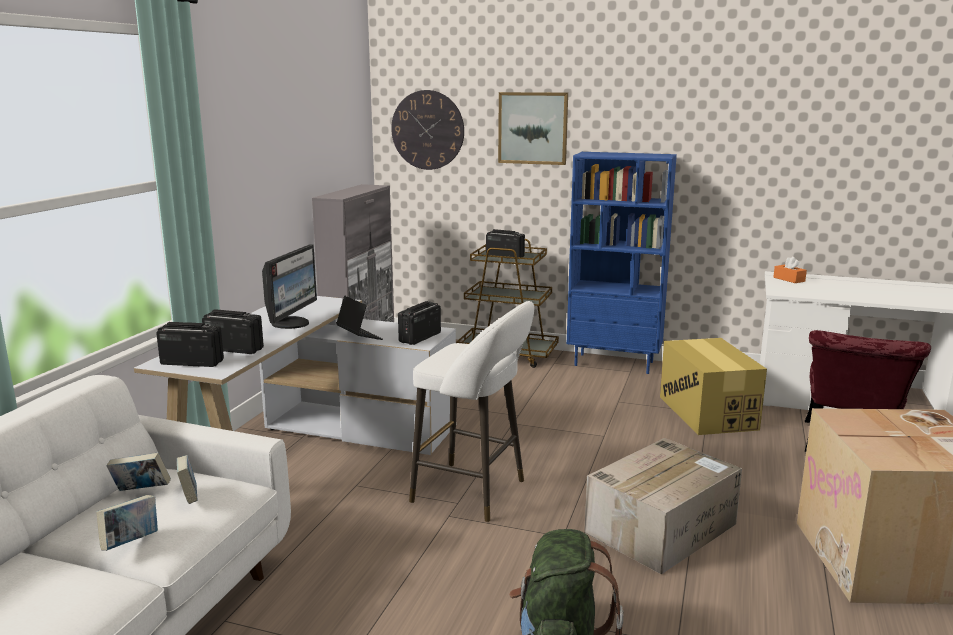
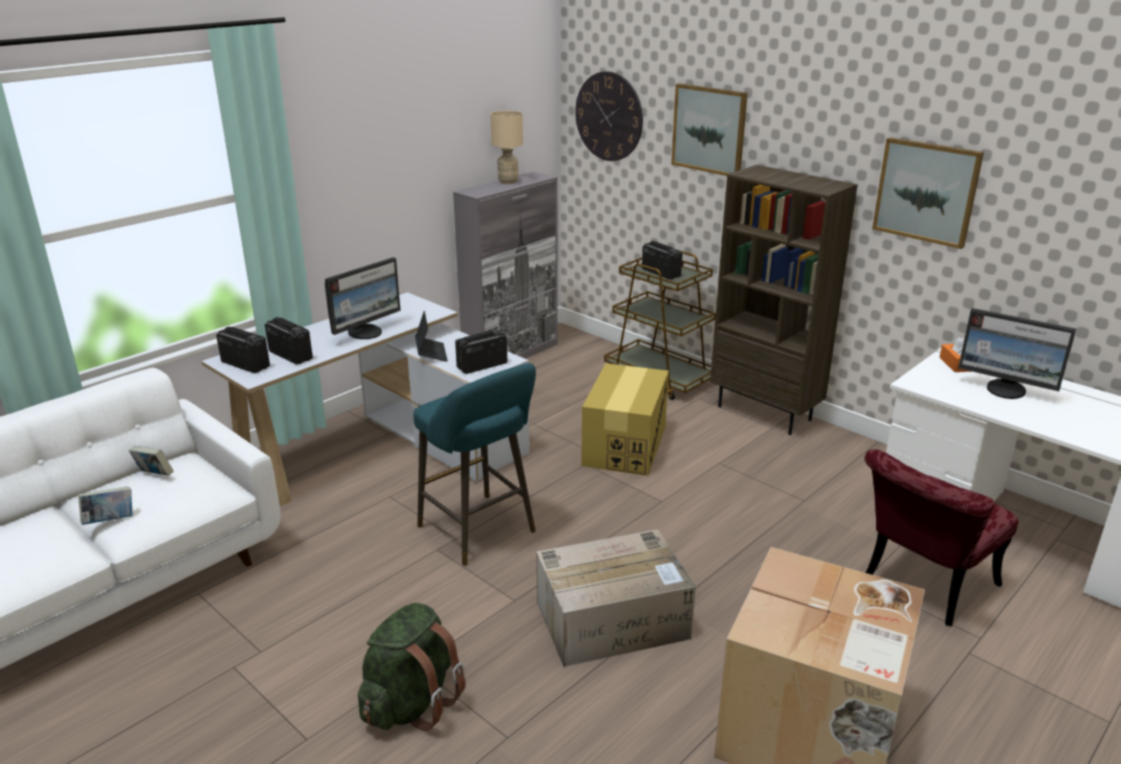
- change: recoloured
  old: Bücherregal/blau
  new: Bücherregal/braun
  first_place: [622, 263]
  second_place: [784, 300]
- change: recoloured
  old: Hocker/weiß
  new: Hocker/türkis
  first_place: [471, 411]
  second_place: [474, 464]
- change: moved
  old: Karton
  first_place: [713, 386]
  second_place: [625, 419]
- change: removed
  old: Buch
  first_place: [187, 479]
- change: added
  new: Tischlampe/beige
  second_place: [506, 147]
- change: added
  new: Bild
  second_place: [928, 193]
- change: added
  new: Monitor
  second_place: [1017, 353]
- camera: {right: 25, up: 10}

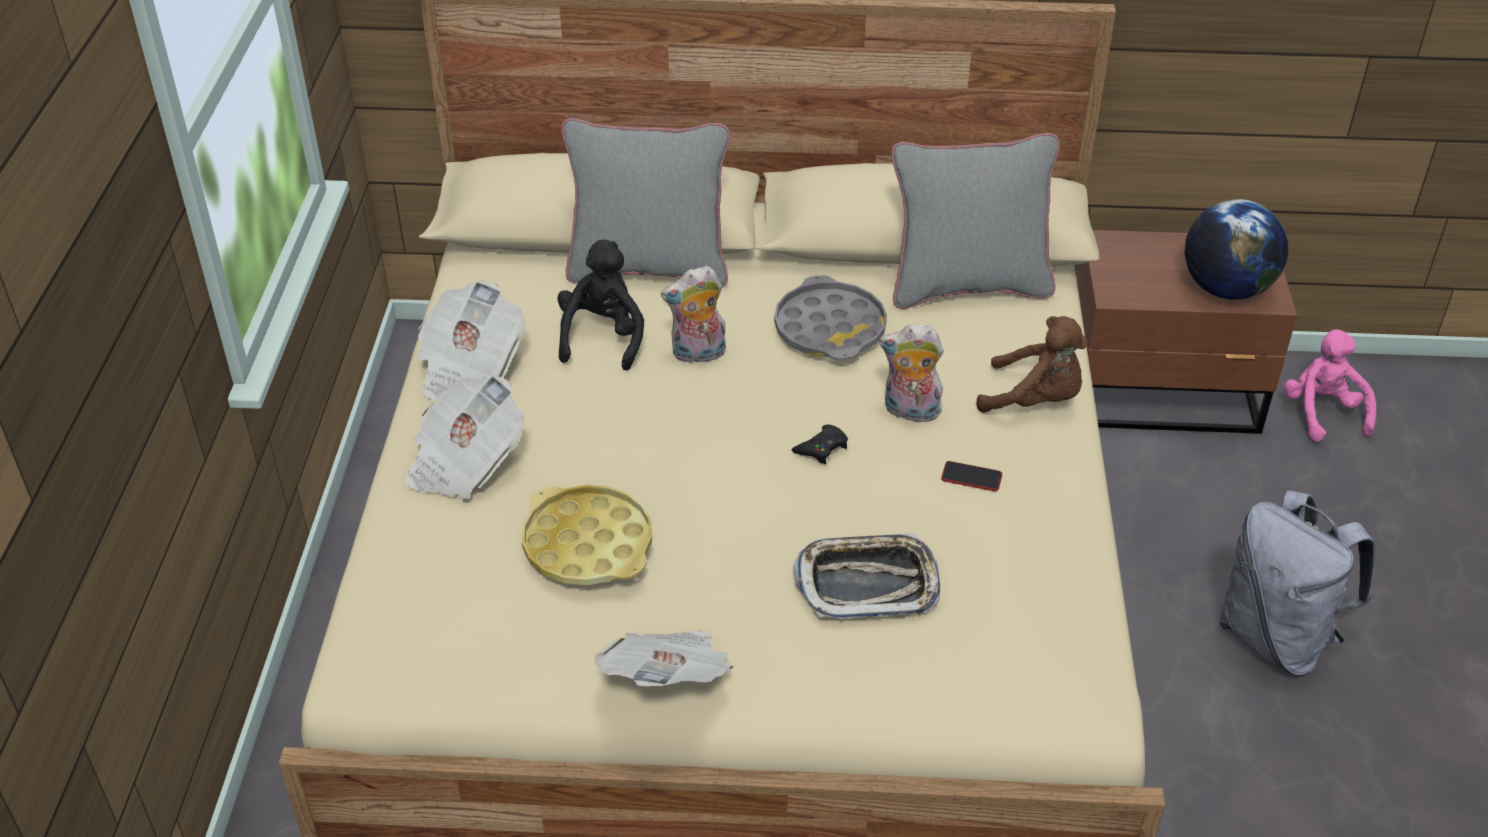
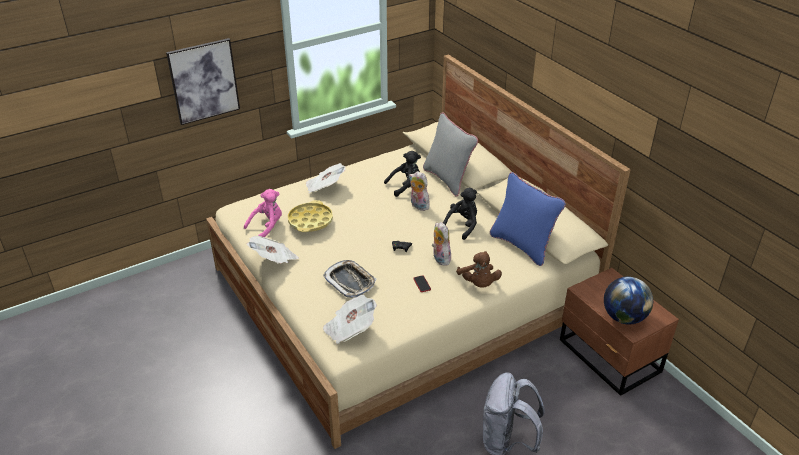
- change: recoloured
  old: Kissen/grau
  new: Kissen/blau
  first_place: [975, 221]
  second_place: [528, 219]
- change: replaced
  old: Tablett/grau
  new: Plüschtier/schwarz
  first_place: [830, 317]
  second_place: [460, 213]
- change: moved
  old: Zeitung
  first_place: [471, 340]
  second_place: [350, 319]
- change: moved
  old: Plüschtier/rosa
  first_place: [1330, 385]
  second_place: [263, 213]
- change: added
  new: Bild
  second_place: [203, 81]
- camera: {right: 55, up: -5}

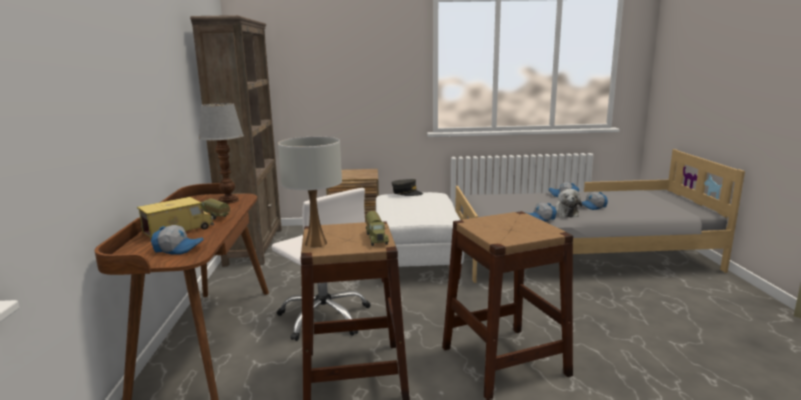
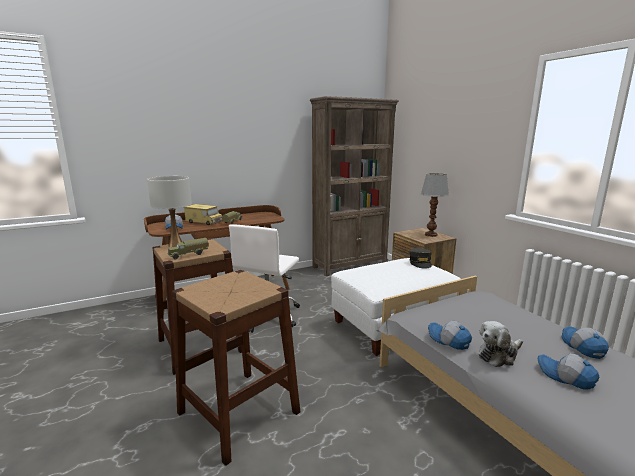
- change: moved
  old: Tischlampe
  first_place: [221, 153]
  second_place: [435, 205]
- camera: {right: 65, up: 0}

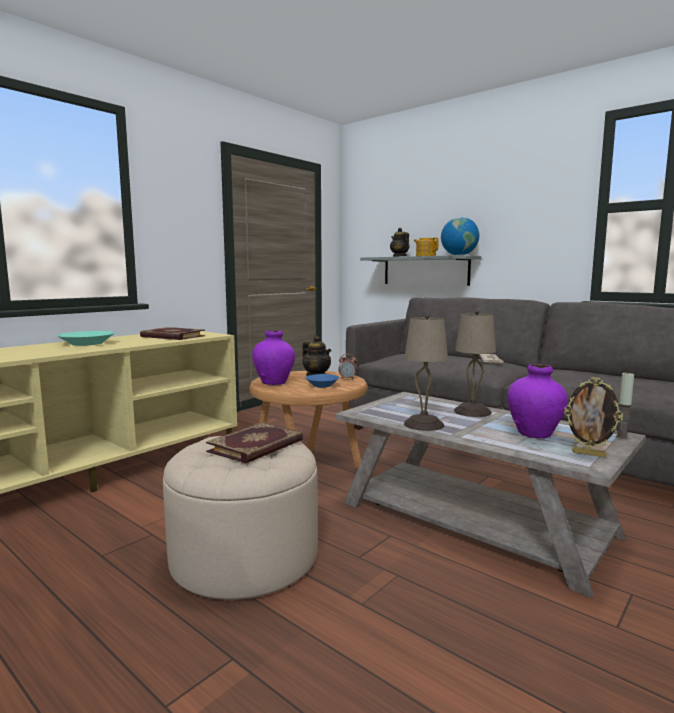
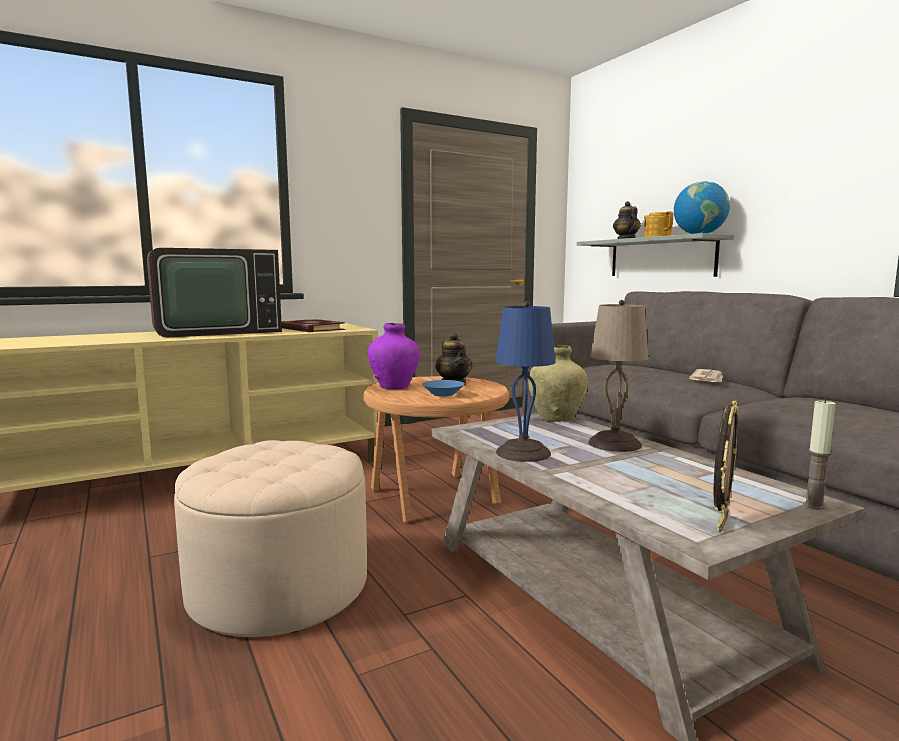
- change: recoloured
  old: Tischlampe/beige
  new: Tischlampe/blau
  first_place: [426, 372]
  second_place: [525, 381]
- change: replaced
  old: Schüssel/türkis
  new: Fernseher
  first_place: [85, 338]
  second_place: [214, 292]
- change: removed
  old: Wecker
  first_place: [347, 367]
- change: removed
  old: Vase/lila
  first_place: [537, 401]
- change: turned
  old: Bilderrahmen
  first_place: [593, 417]
  second_place: [725, 467]
  degrees: -105
- change: removed
  old: Buch
  first_place: [254, 443]
- change: added
  new: Vase/beige
  second_place: [558, 383]
- camera: {right: 20, up: 0}

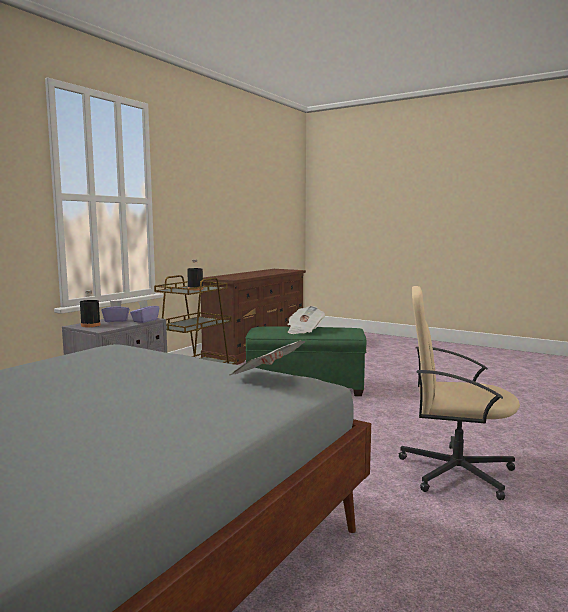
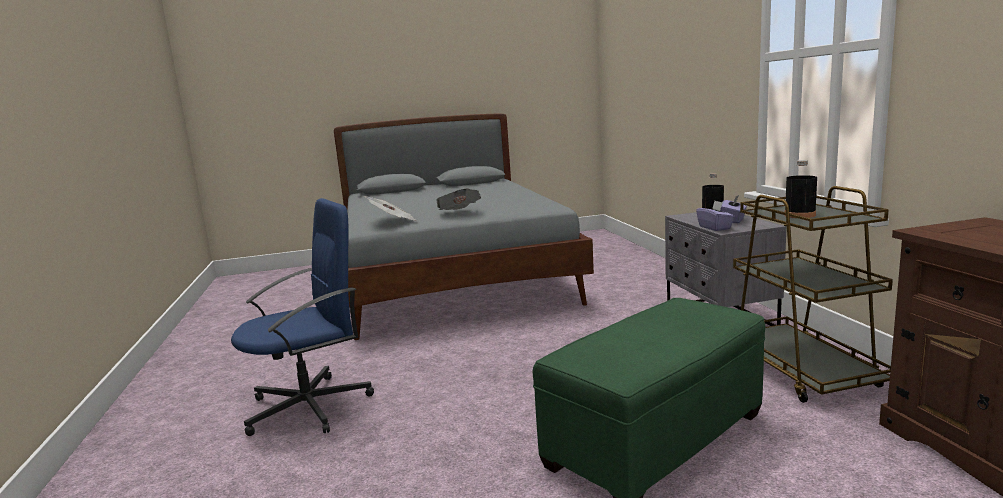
- change: recoloured
  old: Bürostuhl/beige
  new: Bürostuhl/blau
  first_place: [459, 393]
  second_place: [302, 317]
- change: moved
  old: Zeitung
  first_place: [306, 320]
  second_place: [458, 199]
- camera: {right: 135, up: 5}

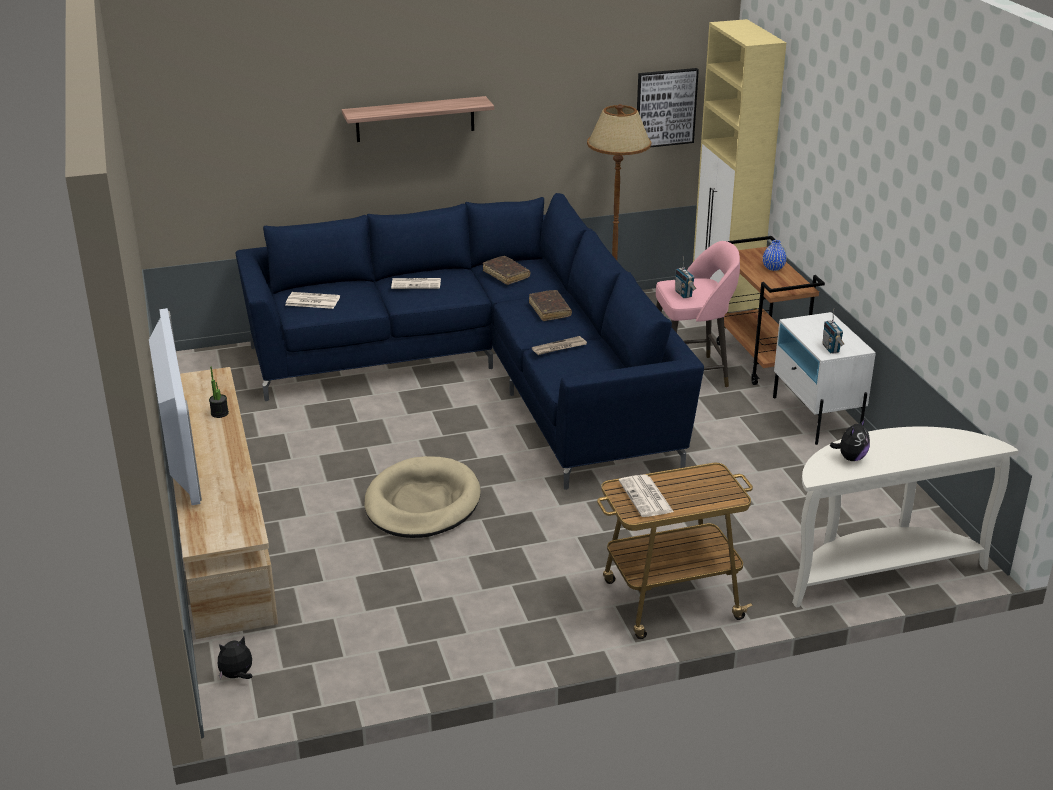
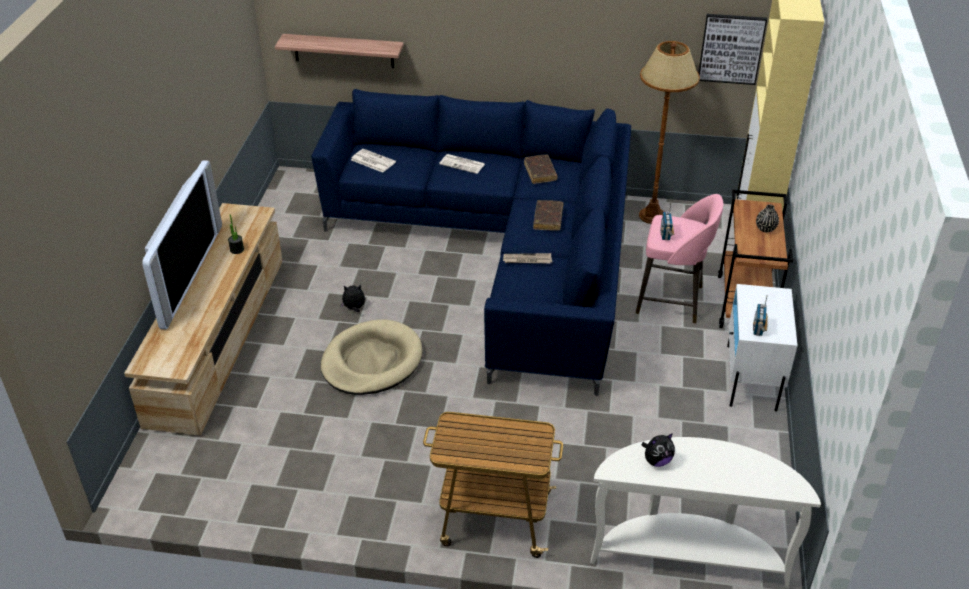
- change: moved
  old: Wandregal
  first_place: [418, 119]
  second_place: [339, 51]
- change: recoloured
  old: Vase/blau
  new: Vase/schwarz
  first_place: [774, 255]
  second_place: [767, 218]
- change: removed
  old: Zeitung
  first_place: [646, 495]
- change: moved
  old: Plüschtier
  first_place: [235, 658]
  second_place: [352, 298]
- camera: {right: 25, up: 10}

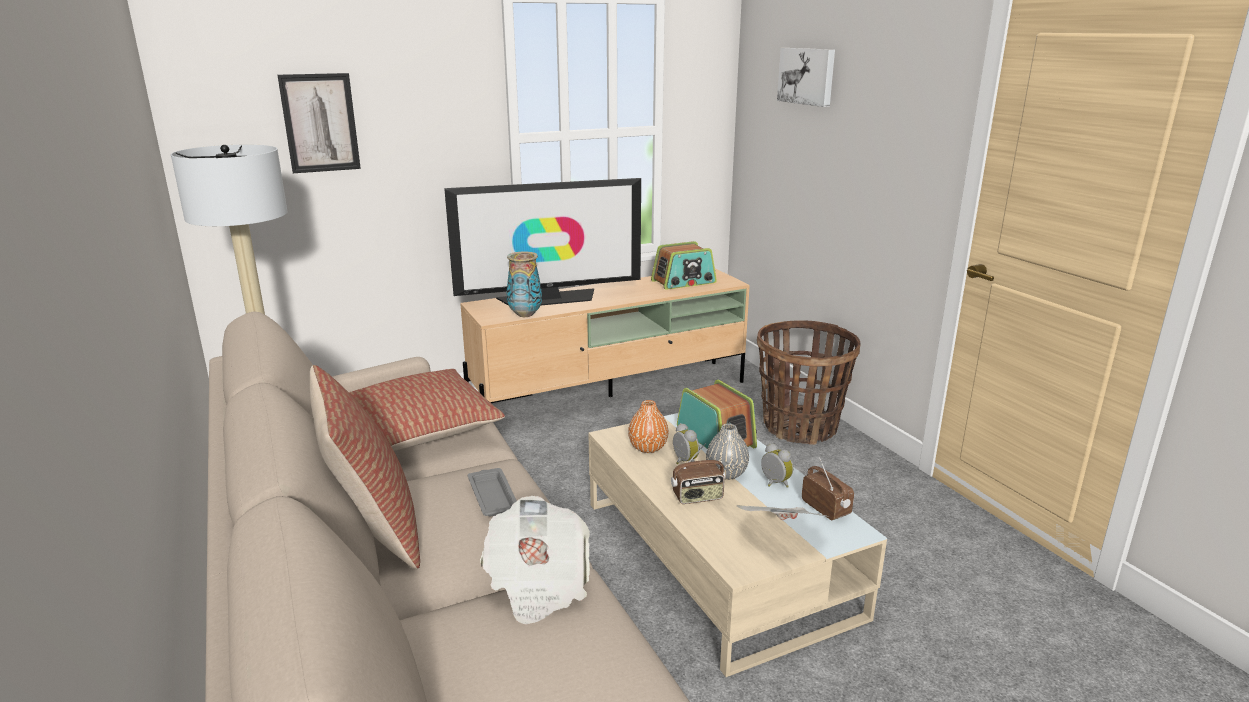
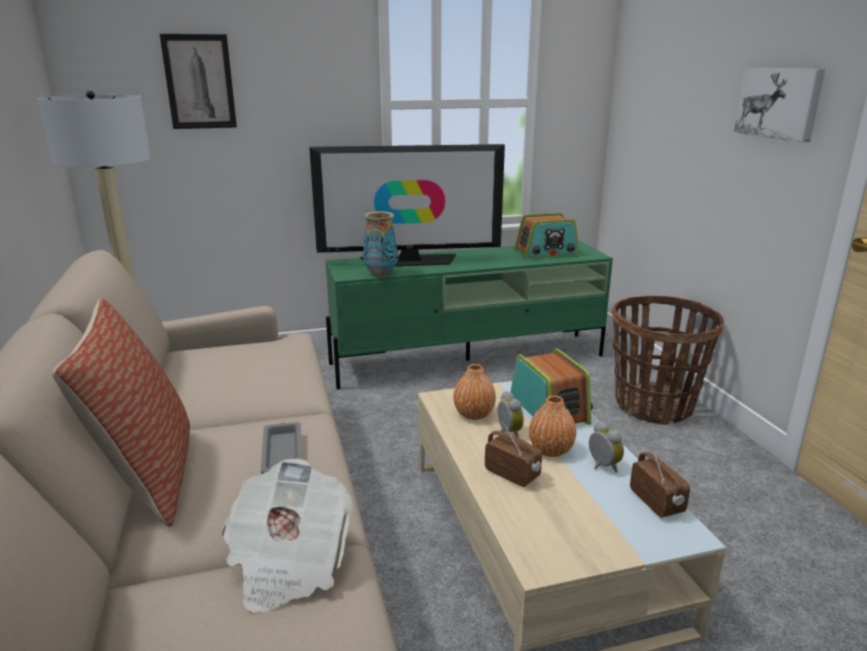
- change: moved
  old: Bild
  first_place: [806, 77]
  second_place: [779, 105]
- change: recoloured
  old: Fernsehschrank/beige
  new: Fernsehschrank/grün
  first_place: [605, 335]
  second_place: [469, 315]
- change: removed
  old: Kissen
  first_place: [427, 410]
- change: recoloured
  old: Vase/grau
  new: Vase/orange
  first_place: [727, 451]
  second_place: [552, 426]
- change: turned
  old: Radio
  first_place: [698, 474]
  second_place: [513, 454]
  degrees: -135
- change: removed
  old: Zeitung
  first_place: [783, 512]
- camera: {right: 10, up: 0}

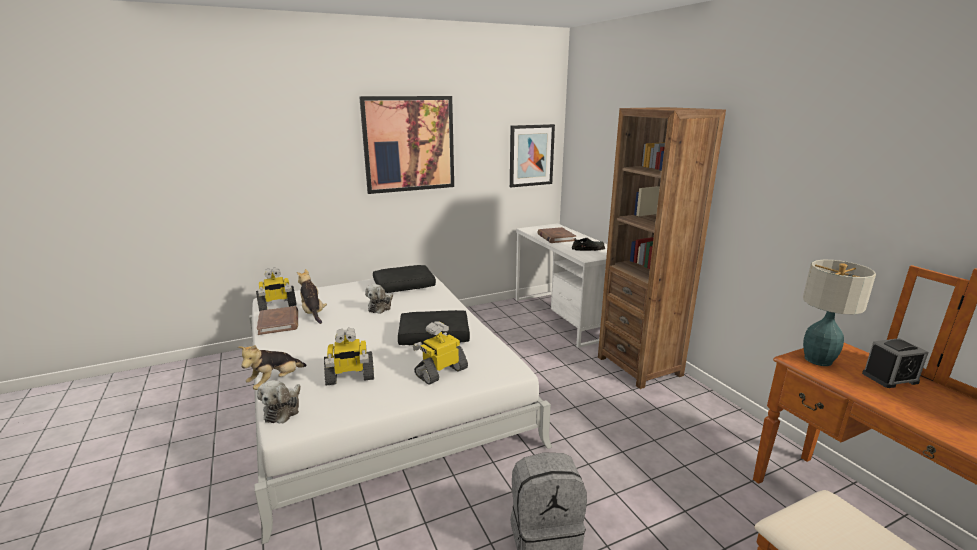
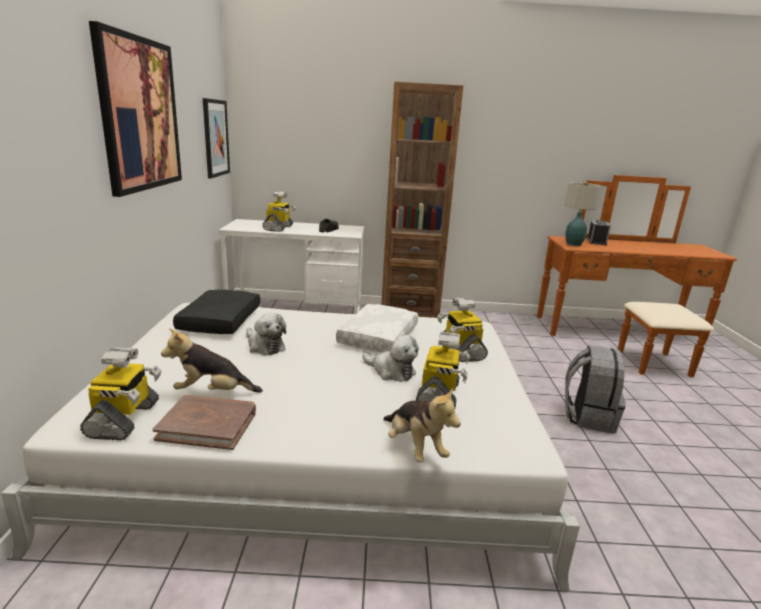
- change: replaced
  old: Buch/braun
  new: Spielzeugroboter
  first_place: [556, 235]
  second_place: [279, 211]
- change: recoloured
  old: Kissen/schwarz
  new: Kissen/weiß
  first_place: [434, 327]
  second_place: [377, 328]
- change: moved
  old: Plüschtier
  first_place: [279, 401]
  second_place: [390, 358]
- camera: {right: -65, up: 0}

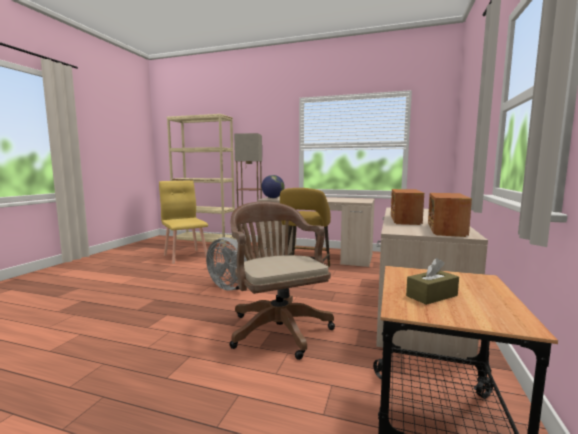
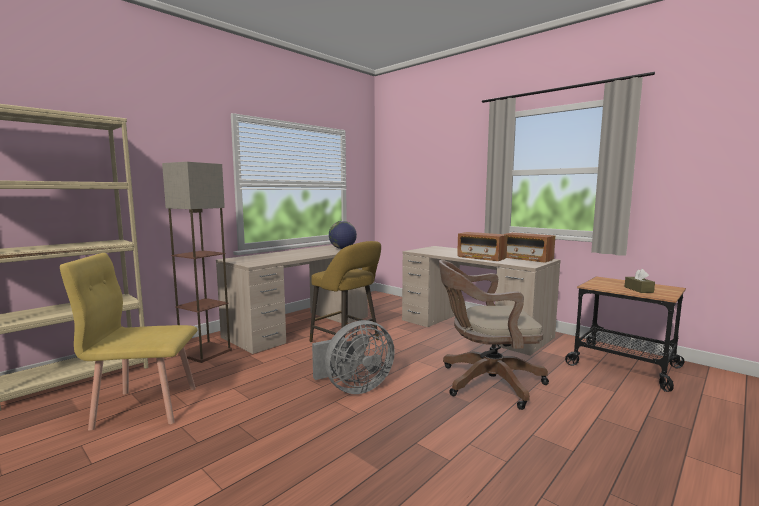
- change: moved
  old: Globus
  first_place: [273, 186]
  second_place: [343, 235]
- camera: {right: -65, up: 0}

